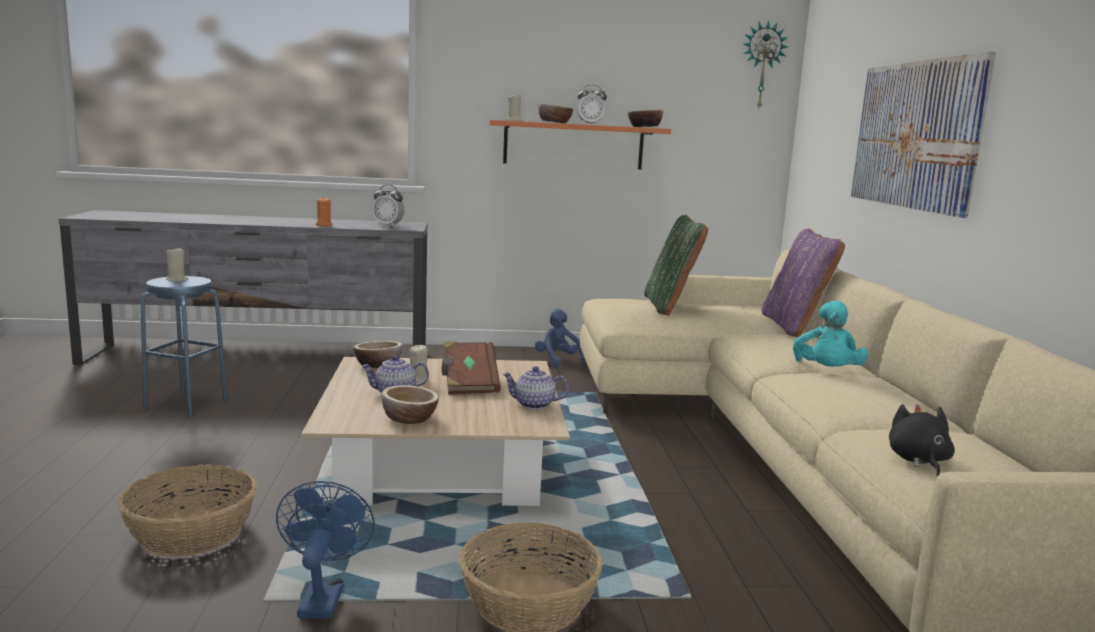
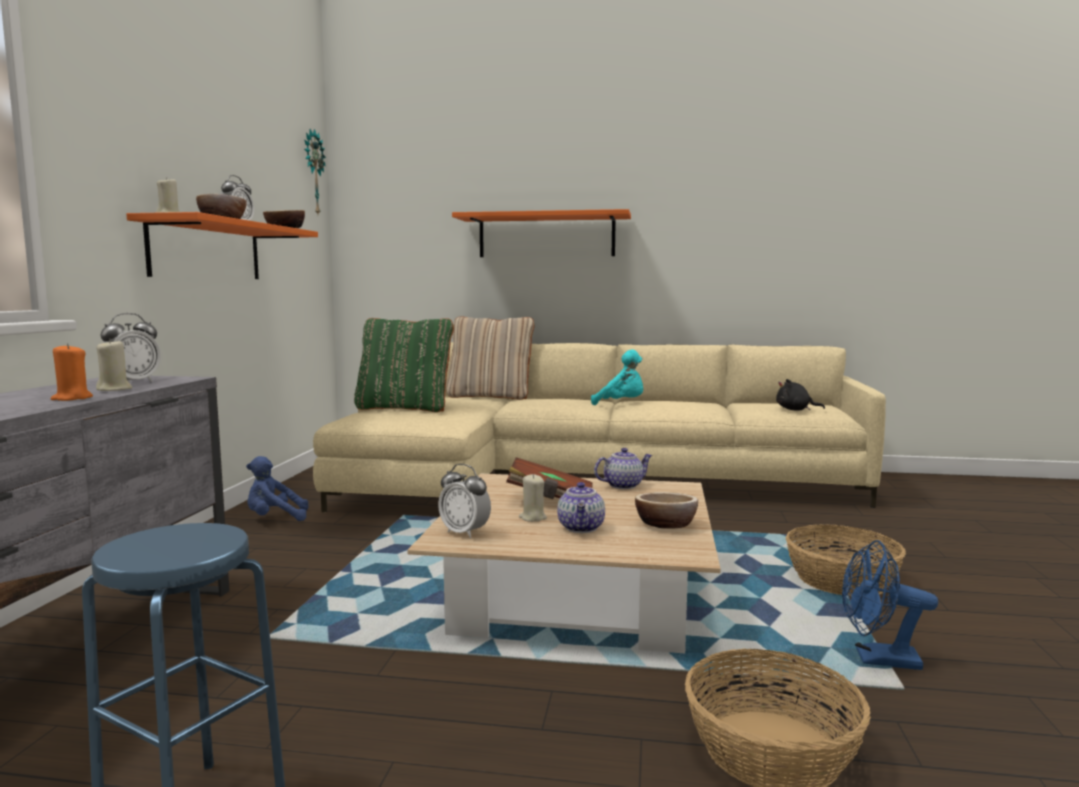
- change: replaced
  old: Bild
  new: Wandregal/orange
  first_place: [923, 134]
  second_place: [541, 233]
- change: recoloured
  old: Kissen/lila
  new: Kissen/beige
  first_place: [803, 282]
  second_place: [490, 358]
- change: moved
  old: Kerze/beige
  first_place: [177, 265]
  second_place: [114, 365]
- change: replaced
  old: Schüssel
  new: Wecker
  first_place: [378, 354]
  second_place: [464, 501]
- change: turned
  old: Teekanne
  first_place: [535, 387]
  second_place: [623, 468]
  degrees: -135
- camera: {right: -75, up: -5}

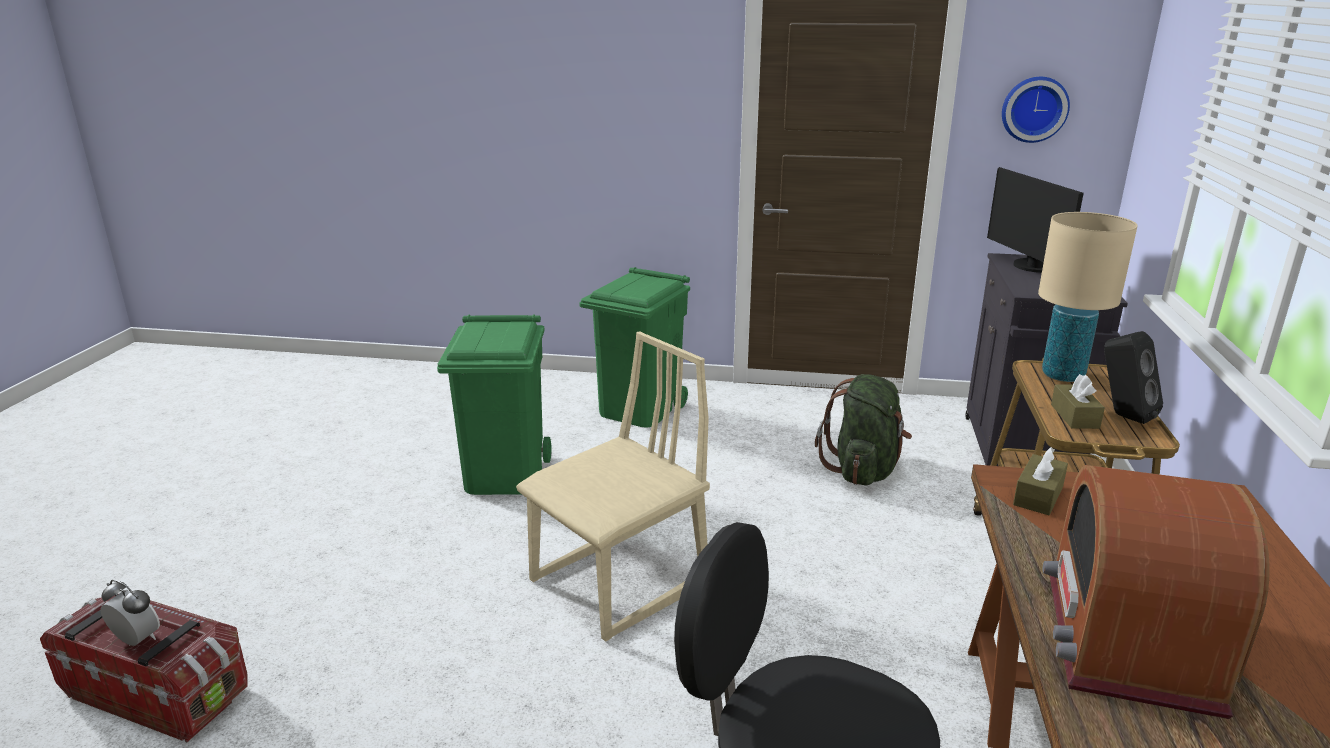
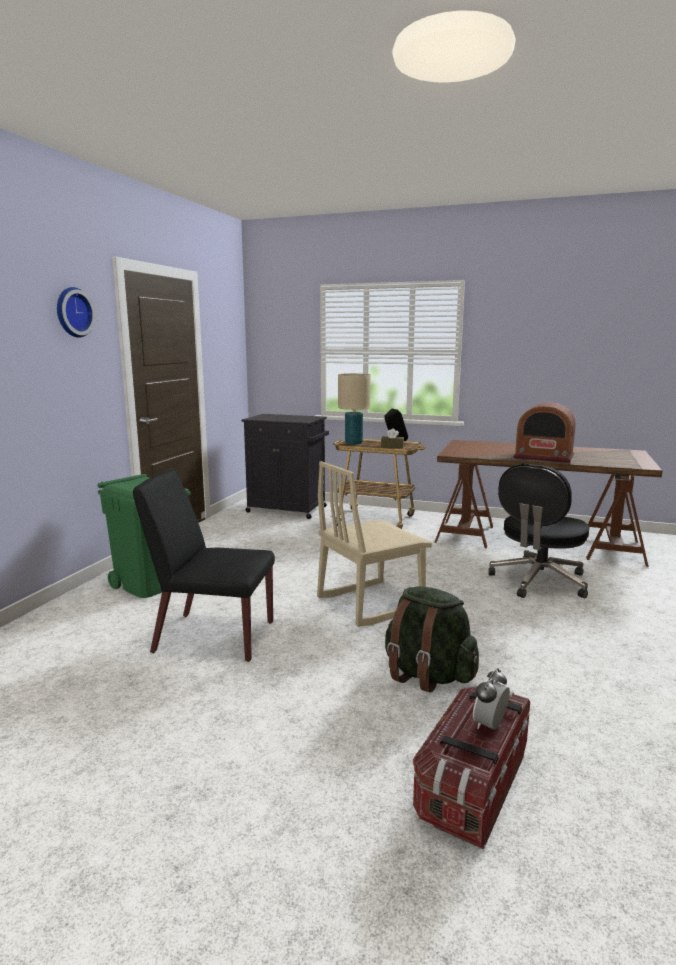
- change: moved
  old: Wanduhr
  first_place: [1036, 110]
  second_place: [76, 312]
- change: removed
  old: Monitor
  first_place: [1035, 220]
- change: replaced
  old: Mülleimer/grün
  new: Stuhl/schwarz
  first_place: [494, 404]
  second_place: [204, 566]
- change: turned
  old: Stuhl/beige
  first_place: [613, 486]
  second_place: [374, 544]
  degrees: -90
- change: moved
  old: Rucksack/grün
  first_place: [863, 429]
  second_place: [432, 639]
- change: removed
  old: Taschentuchbox/braun
  first_place: [1040, 481]
- camera: {right: -80, up: -10}

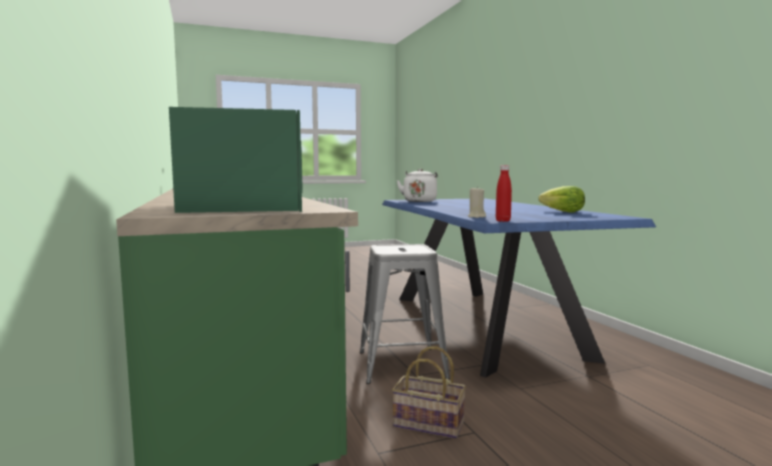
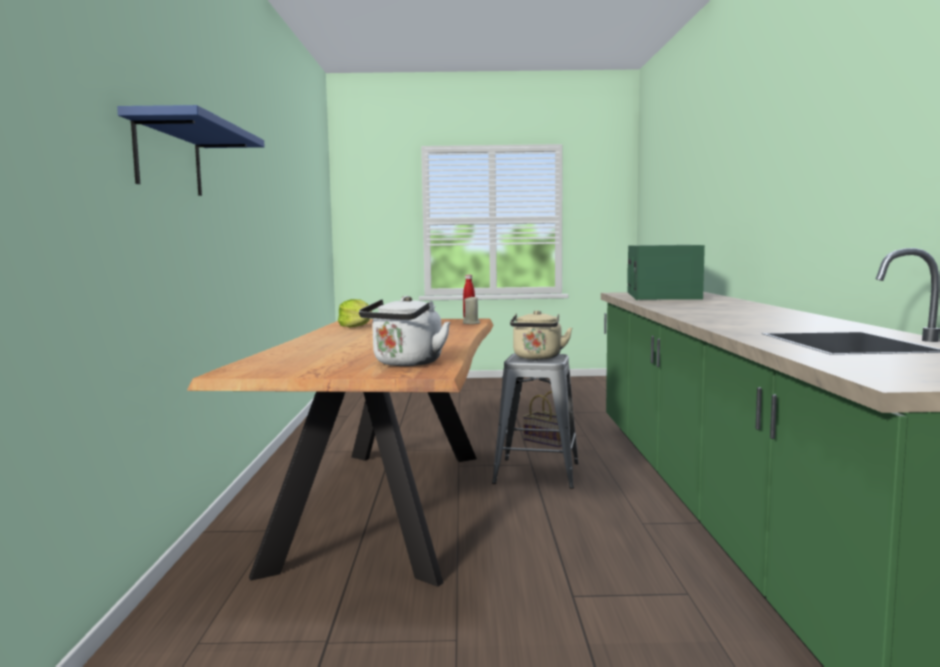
- change: recoloured
  old: Esstisch/blau
  new: Esstisch/braun
  first_place: [519, 288]
  second_place: [340, 453]
- change: added
  new: Wandregal/blau
  second_place: [190, 150]
- change: added
  new: Wasserkessel/beige
  second_place: [541, 335]
- camera: {right: -160, up: 0}

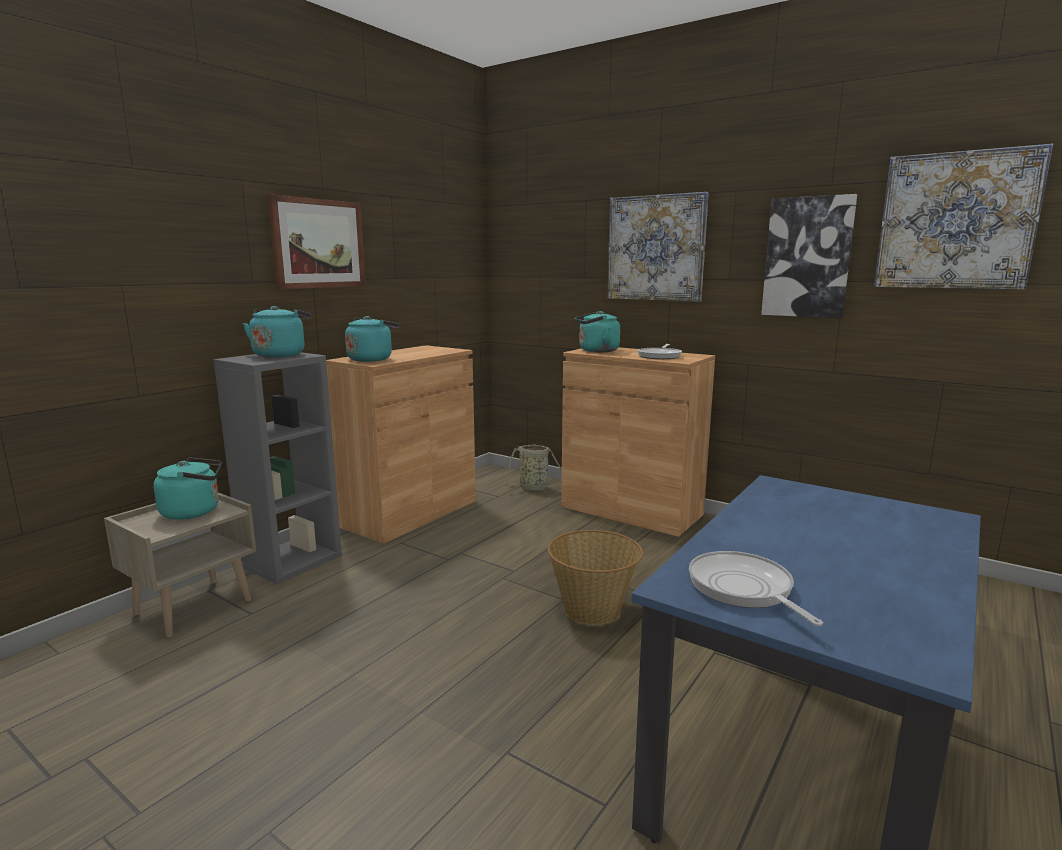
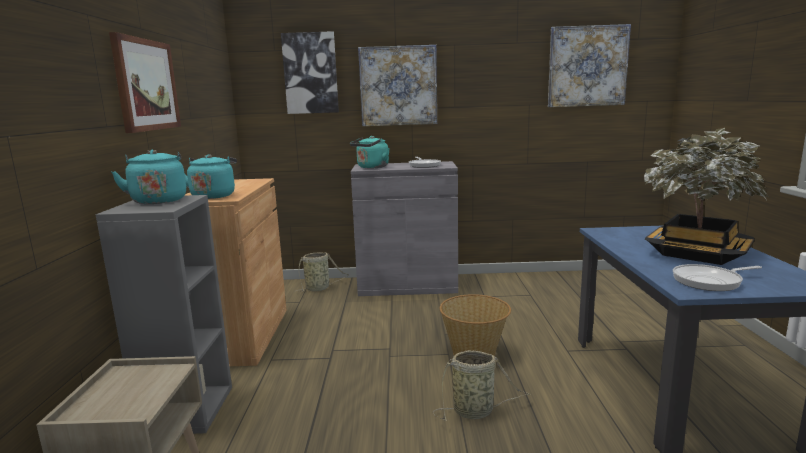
- change: moved
  old: Bild
  first_place: [809, 256]
  second_place: [310, 72]
- change: recoloured
  old: Schrank/braun
  new: Schrank/grau
  first_place: [638, 442]
  second_place: [404, 228]
- change: removed
  old: Wasserkessel/türkis
  first_place: [187, 488]
- change: turned
  old: Pfanne
  first_place: [756, 588]
  second_place: [717, 277]
  degrees: -45
- change: added
  new: Topfpflanze
  second_place: [706, 196]
- change: added
  new: Korb
  second_place: [481, 385]
- camera: {right: -35, up: 0}

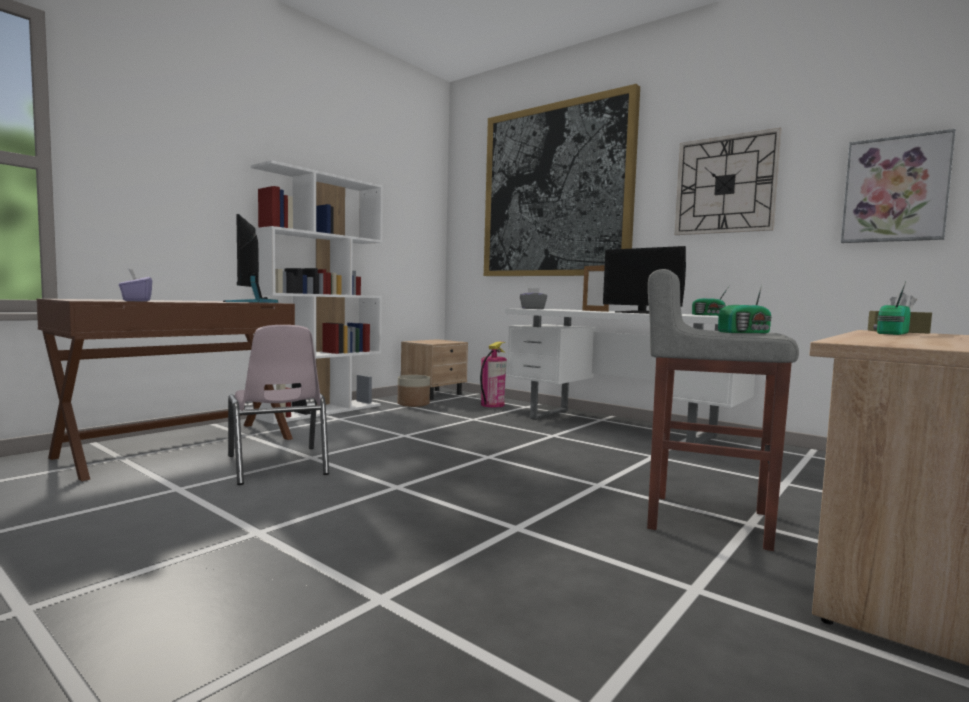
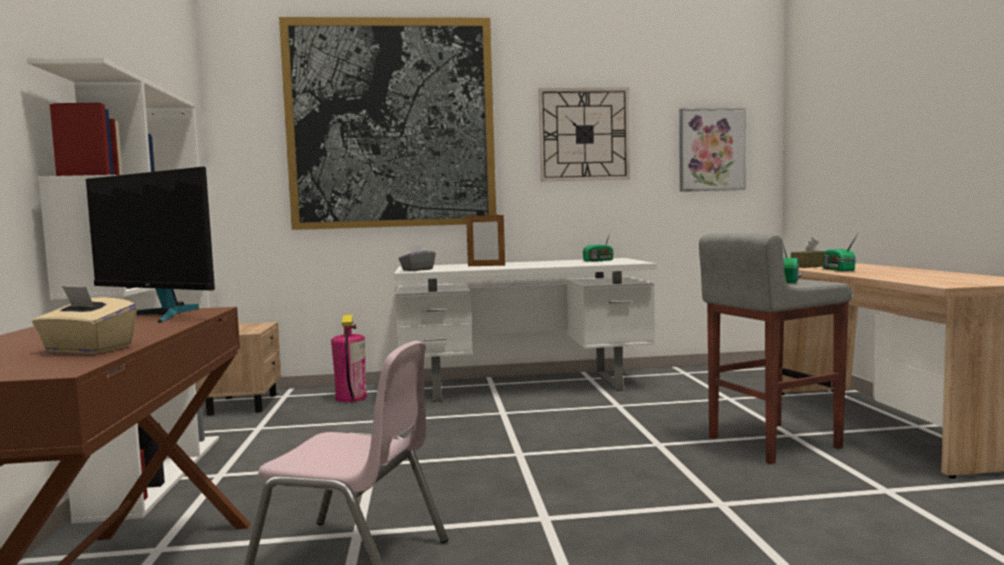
- change: removed
  old: Monitor
  first_place: [644, 280]
- change: recoloured
  old: Taschentuchbox/lila
  new: Taschentuchbox/beige
  first_place: [135, 285]
  second_place: [84, 320]
- change: removed
  old: Pflanzkübel
  first_place: [414, 391]
- camera: {right: -45, up: 0}

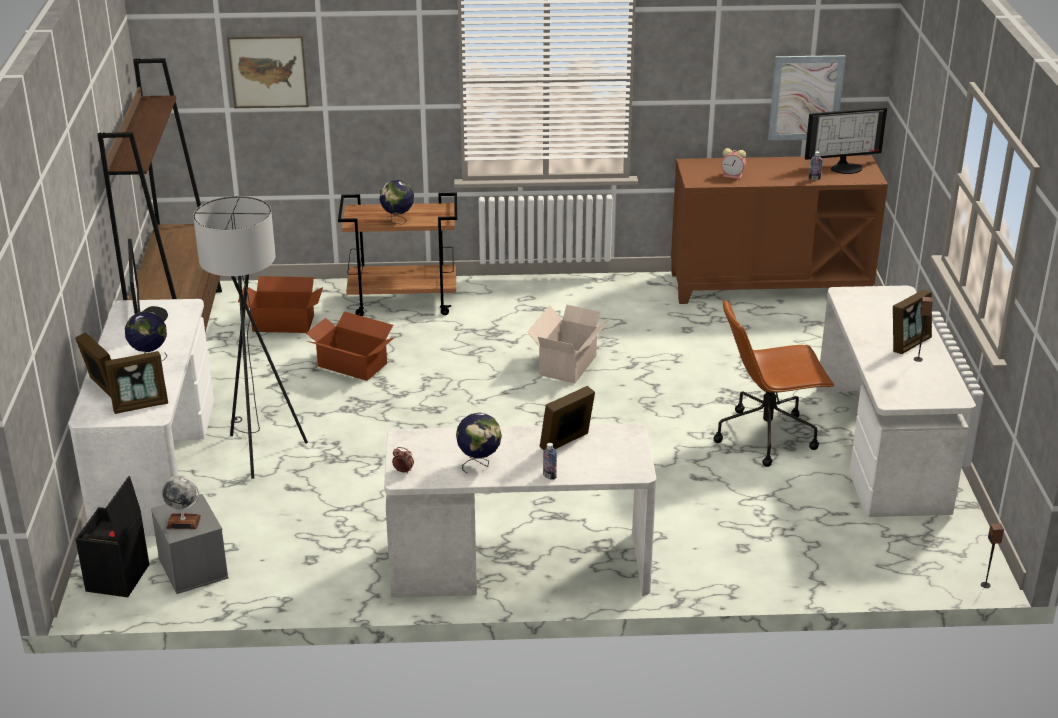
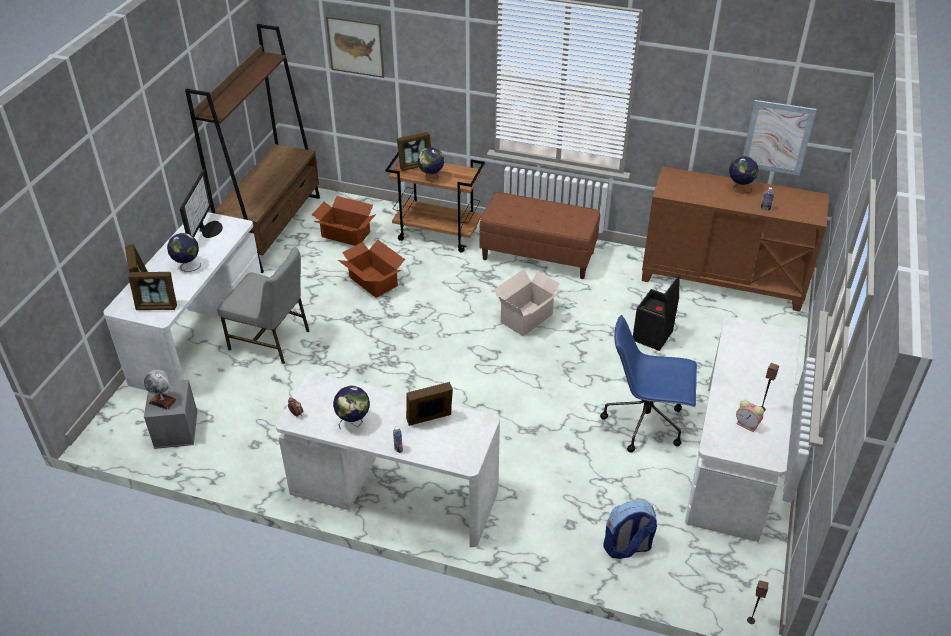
- change: removed
  old: Monitor
  first_place: [846, 140]
- change: moved
  old: Wecker
  first_place: [733, 163]
  second_place: [750, 416]
- change: replaced
  old: Stehlampe/grau
  new: Stuhl/grau
  first_place: [250, 337]
  second_place: [263, 305]
- change: moved
  old: Bilderrahmen
  first_place: [912, 322]
  second_place: [414, 151]
- change: recoloured
  old: Bürostuhl/braun
  new: Bürostuhl/blau
  first_place: [774, 383]
  second_place: [648, 384]
- change: moved
  old: Aufbewahrungsbox/schwarz
  first_place: [112, 536]
  second_place: [656, 313]
- change: added
  new: Globus
  second_place: [744, 174]
- change: added
  new: Bank/braun
  second_place: [539, 235]
- change: added
  new: Rucksack
  second_place: [630, 530]
- camera: {right: 20, up: 10}

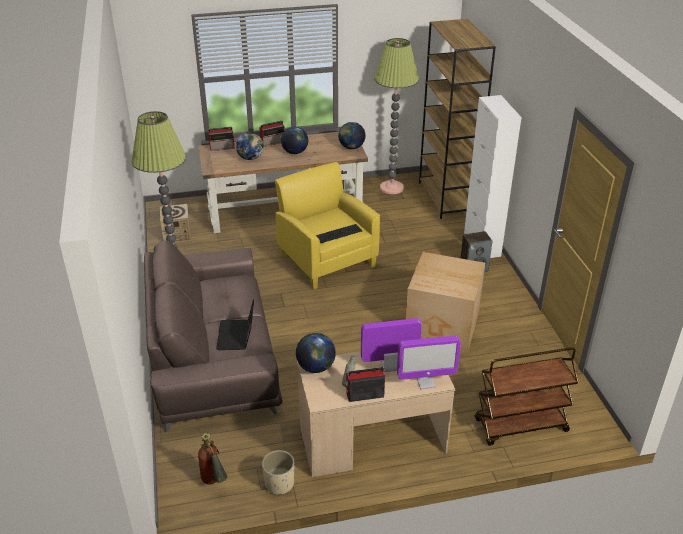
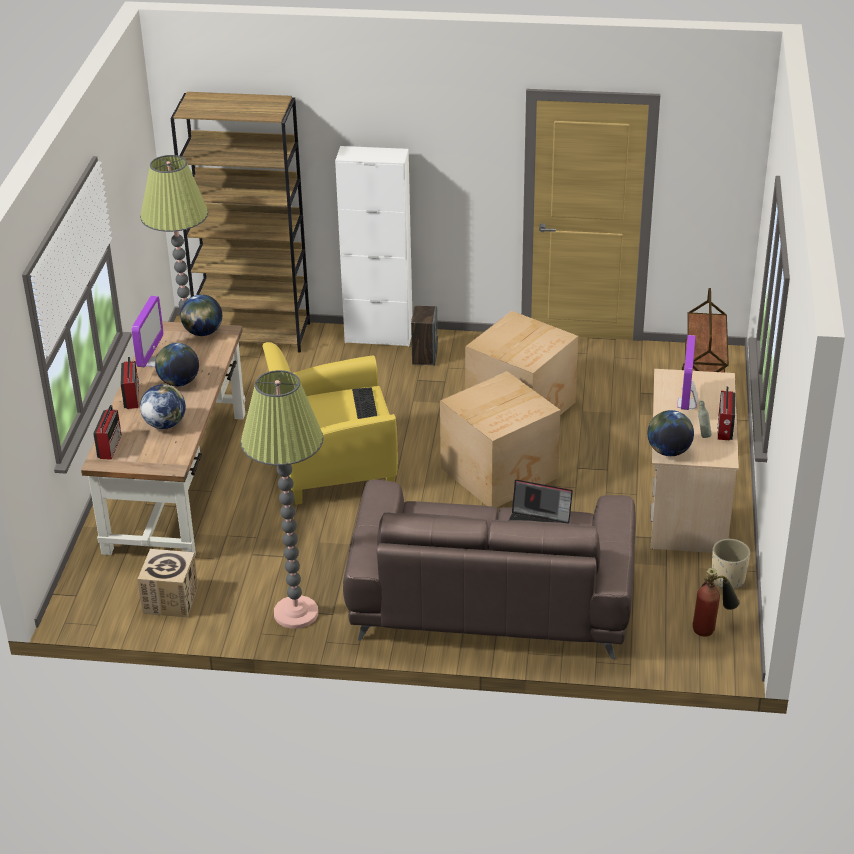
- change: moved
  old: Monitor
  first_place: [429, 362]
  second_place: [147, 331]
- change: added
  new: Karton
  second_place: [500, 439]
- camera: {right: -70, up: 0}

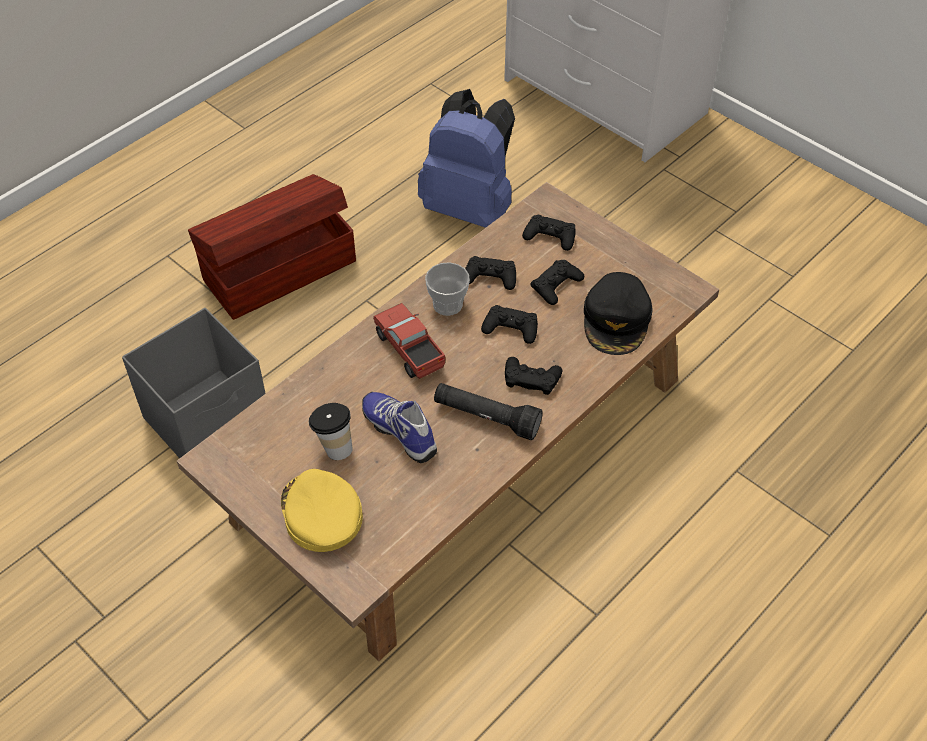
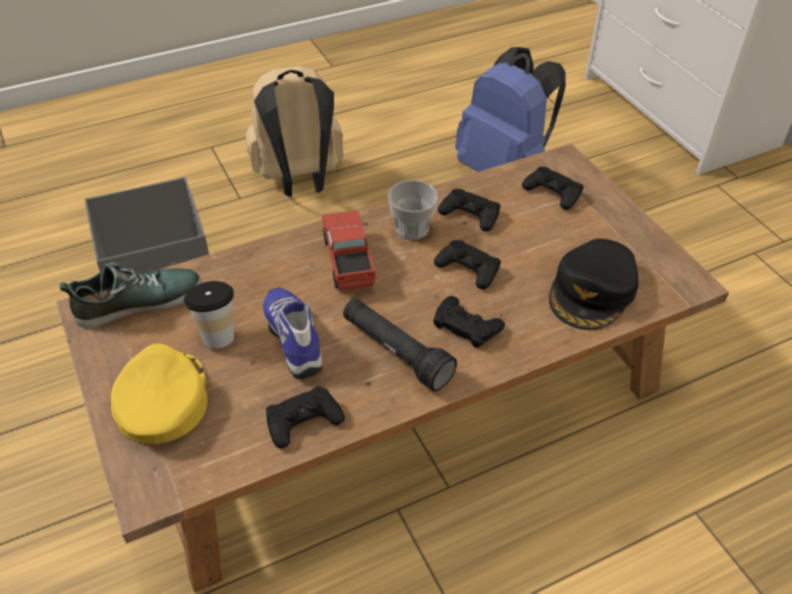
- change: replaced
  old: Aufbewahrungsbox/braun
  new: Rucksack/beige
  first_place: [272, 247]
  second_place: [295, 131]
- change: moved
  old: Gamepad/schwarz
  first_place: [557, 282]
  second_place: [305, 417]
- change: added
  new: Schuh
  second_place: [130, 295]
- camera: {right: 20, up: -5}

